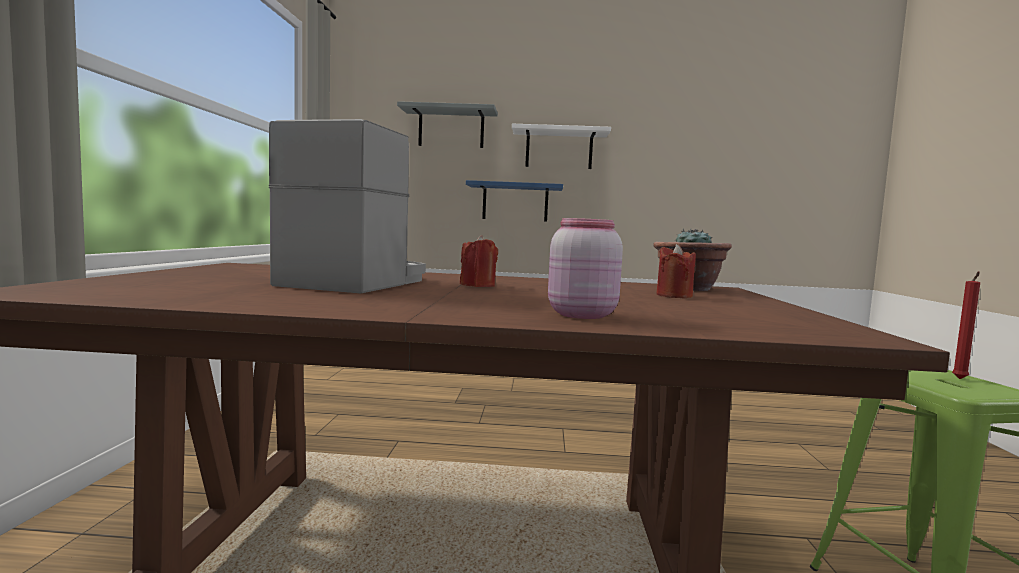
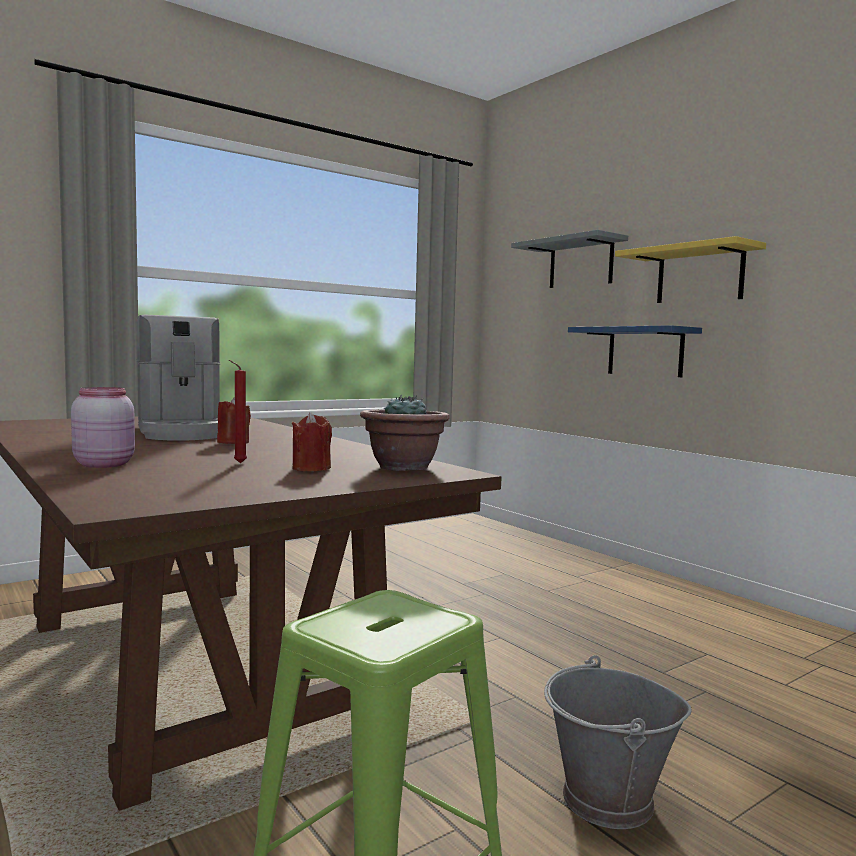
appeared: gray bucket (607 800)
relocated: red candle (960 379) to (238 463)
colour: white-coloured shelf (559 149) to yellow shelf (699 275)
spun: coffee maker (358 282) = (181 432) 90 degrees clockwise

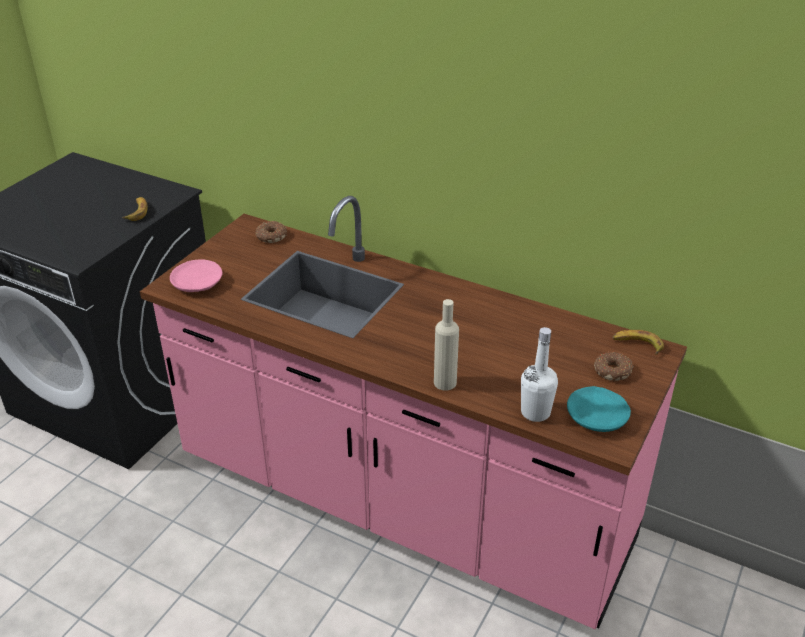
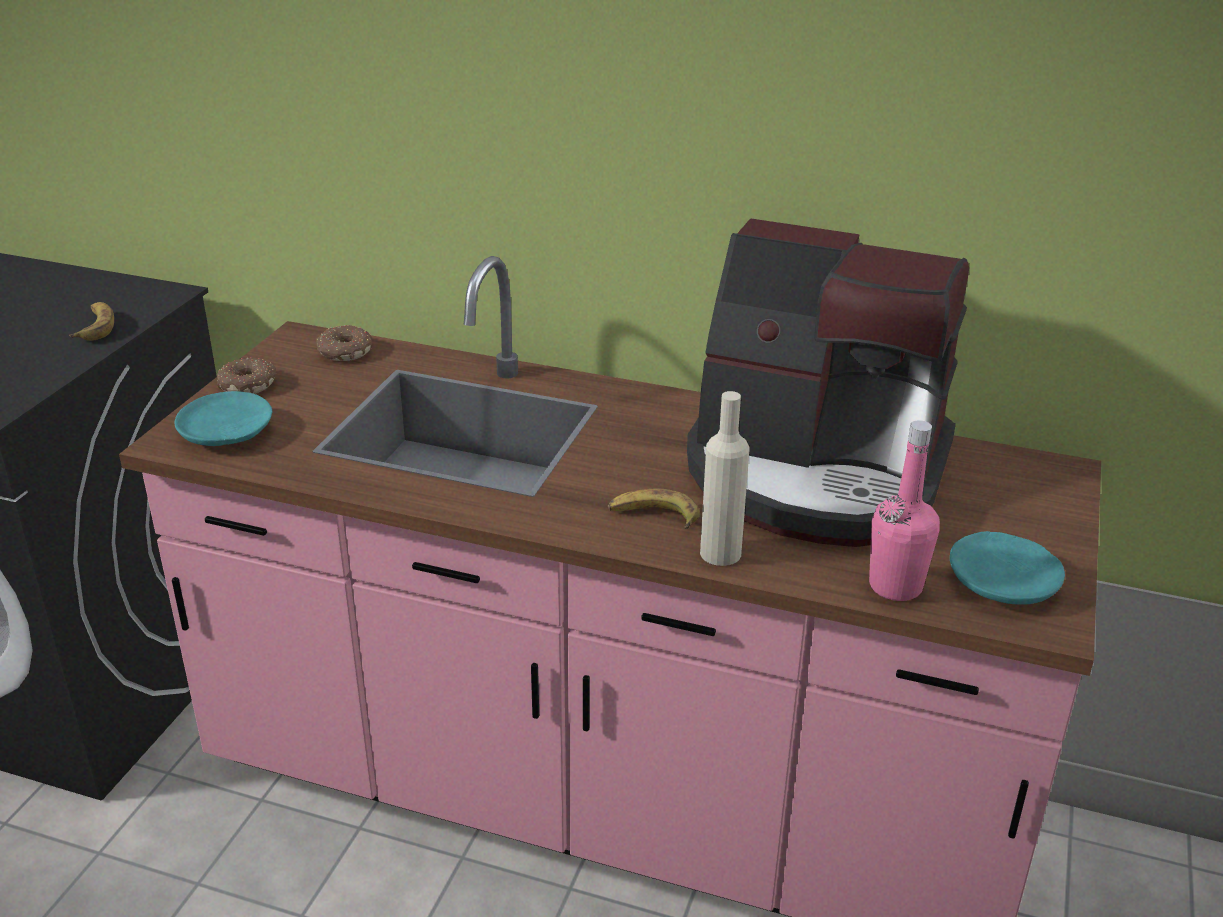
appeared: coffee maker (816 473)
relocated: donut (612 370) to (248 384); whole banana (637 345) to (653 516)
colour: pink dinner plate (197 283) to turquoise-coloured dinner plate (226 433); white-coloured drink bottle (535 412) to pink drink bottle (895 586)

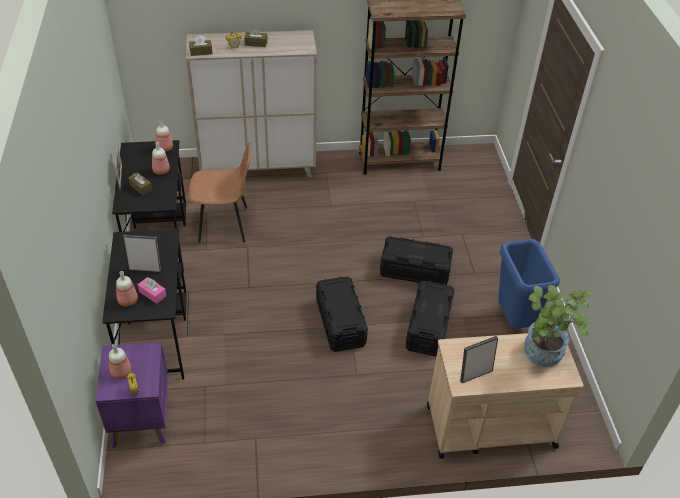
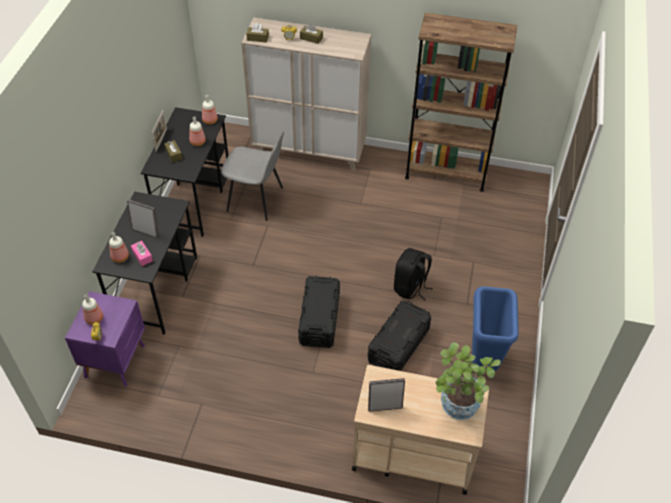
exchanged: blackish storage bin (415 271) to blackish rucksack (410 287)
colour: brown-coloured chair (225 224) to gray chair (256 200)

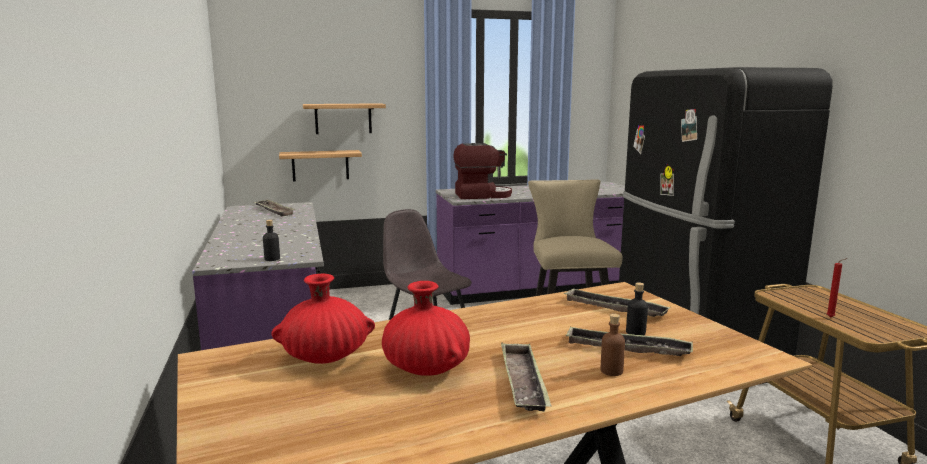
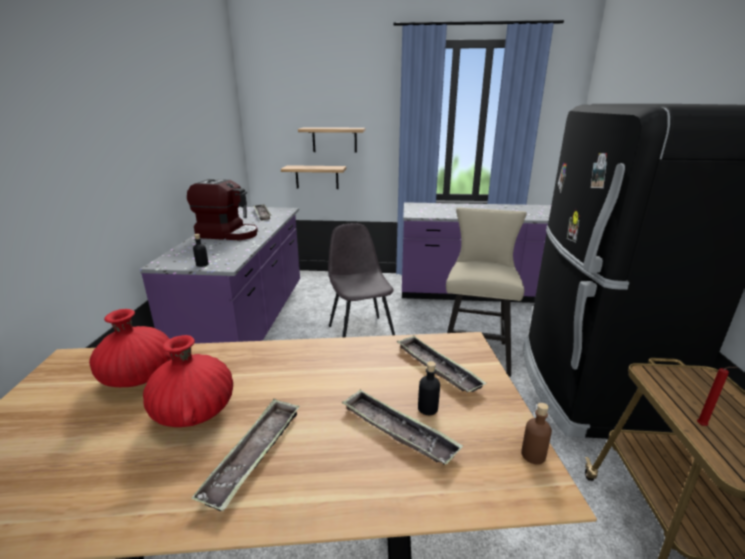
relocated: coffee maker (482 195) to (228 234); brown-coloured drink bottle (611 371) to (533 455)

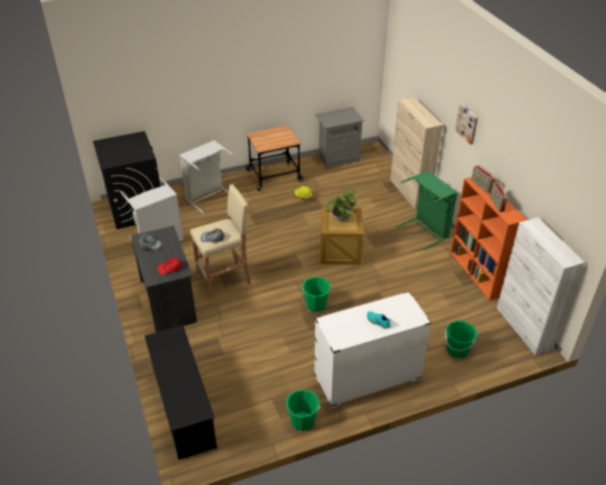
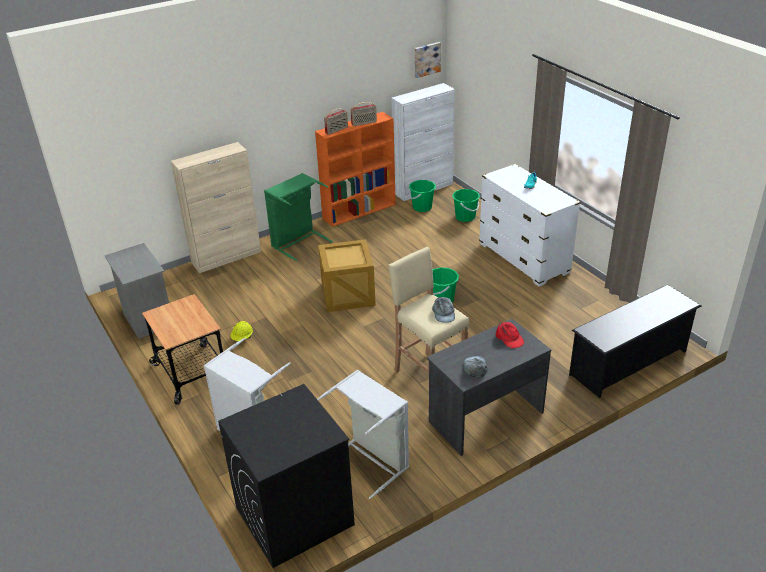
missing: potted plant (340 218)
relocated: green-coloured bucket (302 421) to (422 207); picture (467 123) to (426 59)

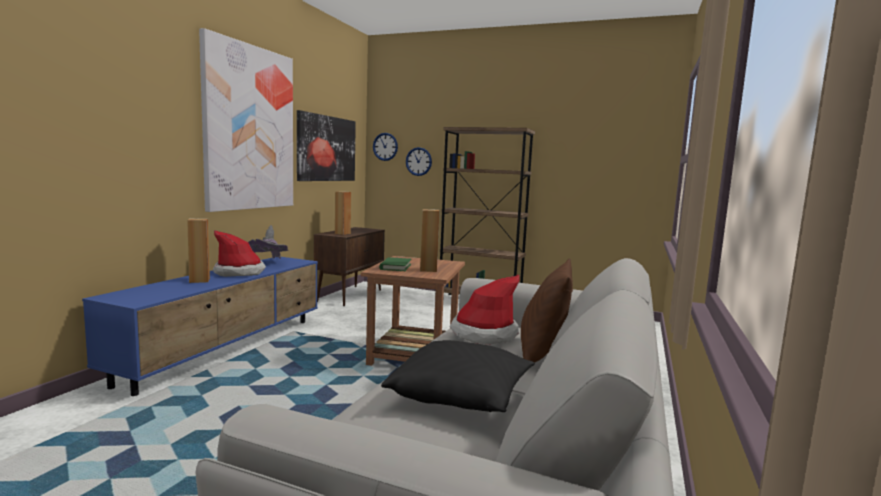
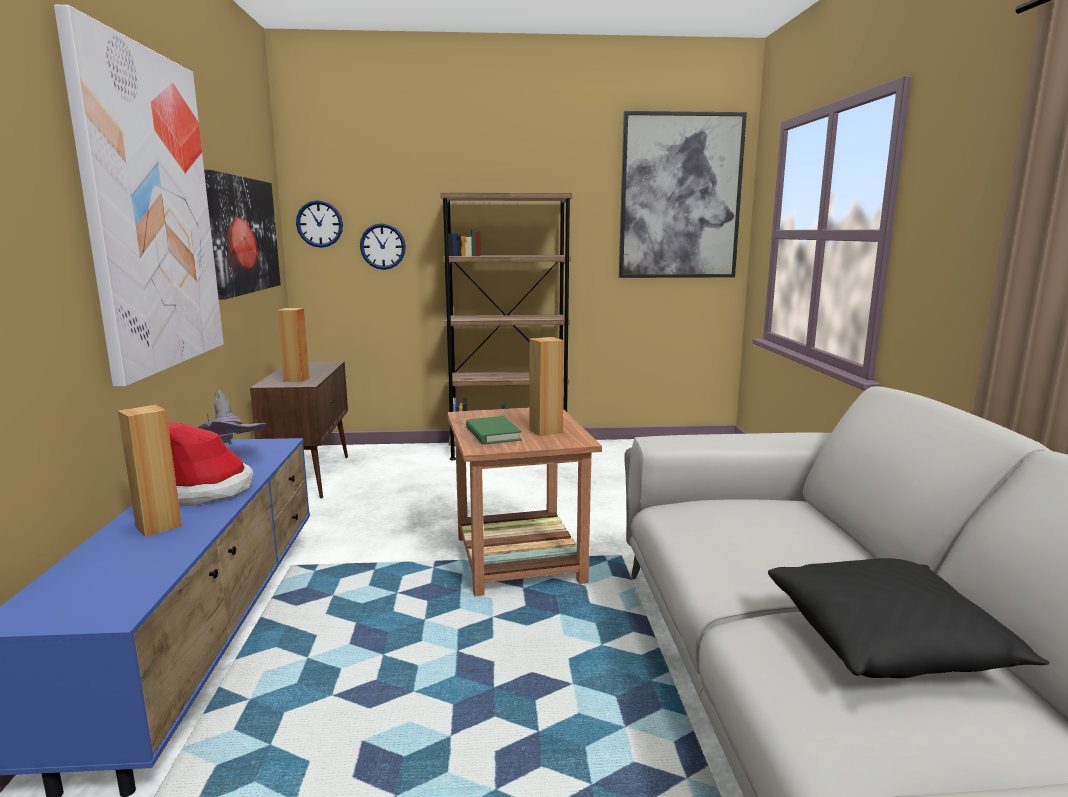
missing: wearable hat (484 334); brown-coloured cushion (542 353)
appeared: picture (680 197)

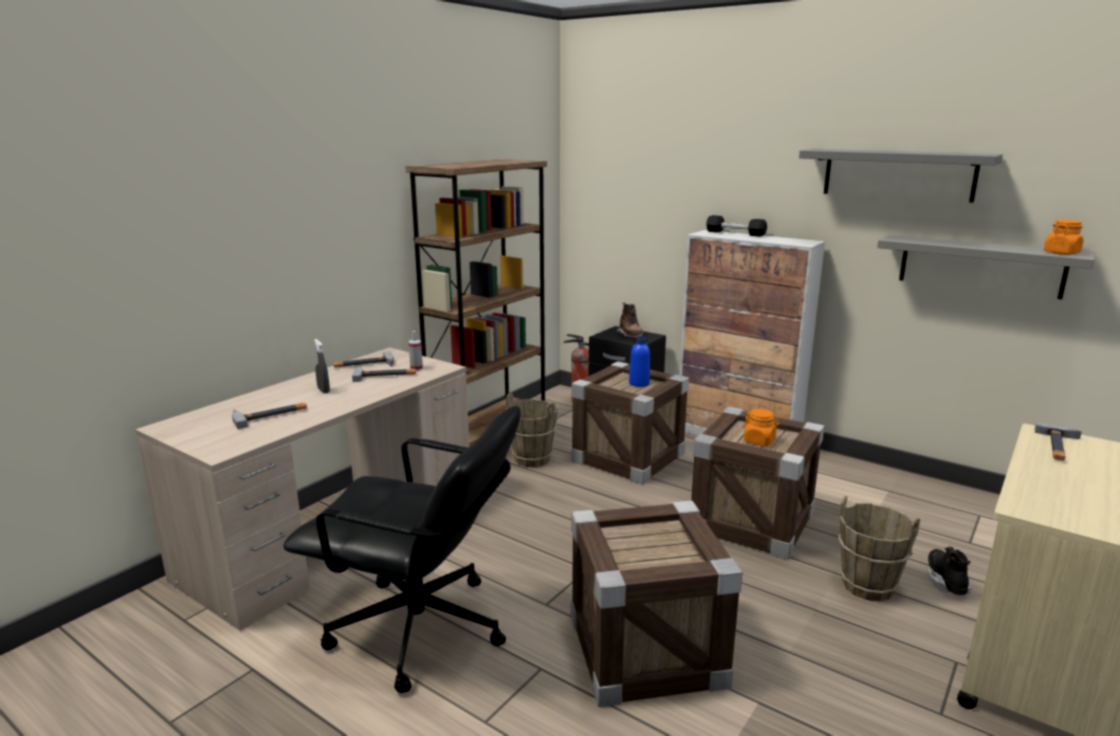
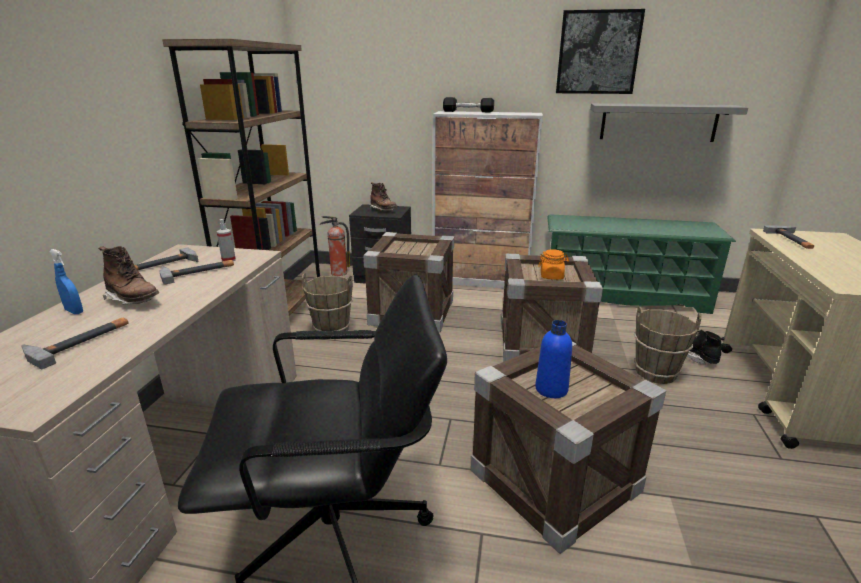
missing: orange-coloured jar (1061 253)
appeared: blue-coloured spray bottle (74 311); green-coloured shoe stand (623 296)
relocated: blue-coloured drink bottle (639 383) to (551 389)
exchanged: gray spray bottle (323 390) to brown-coloured tall boot (134 300); gray shelf (898 174) to picture (598 53)

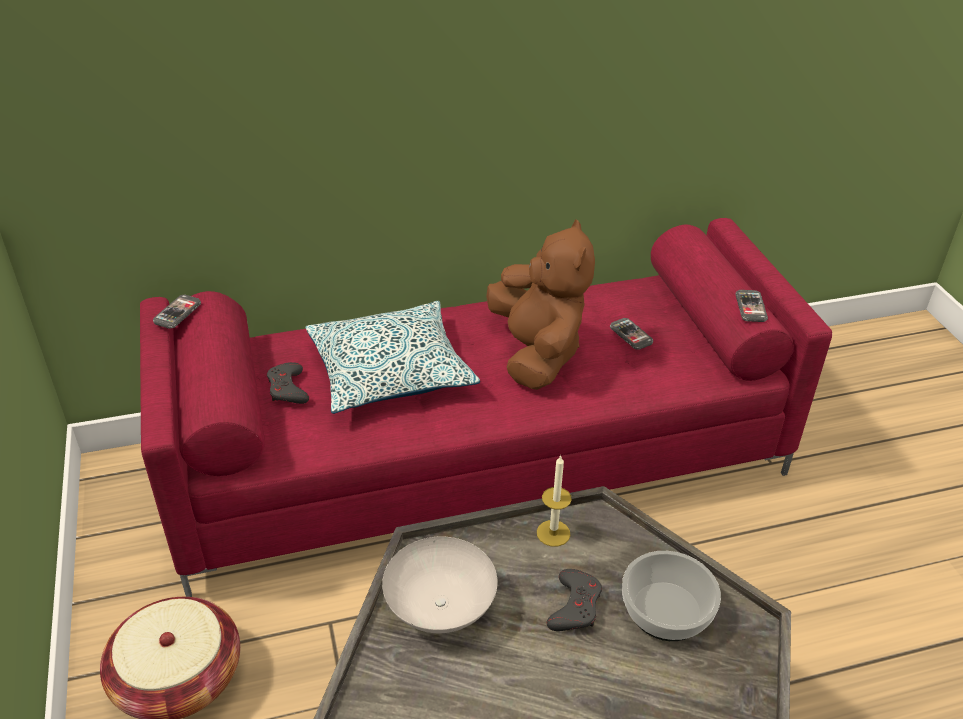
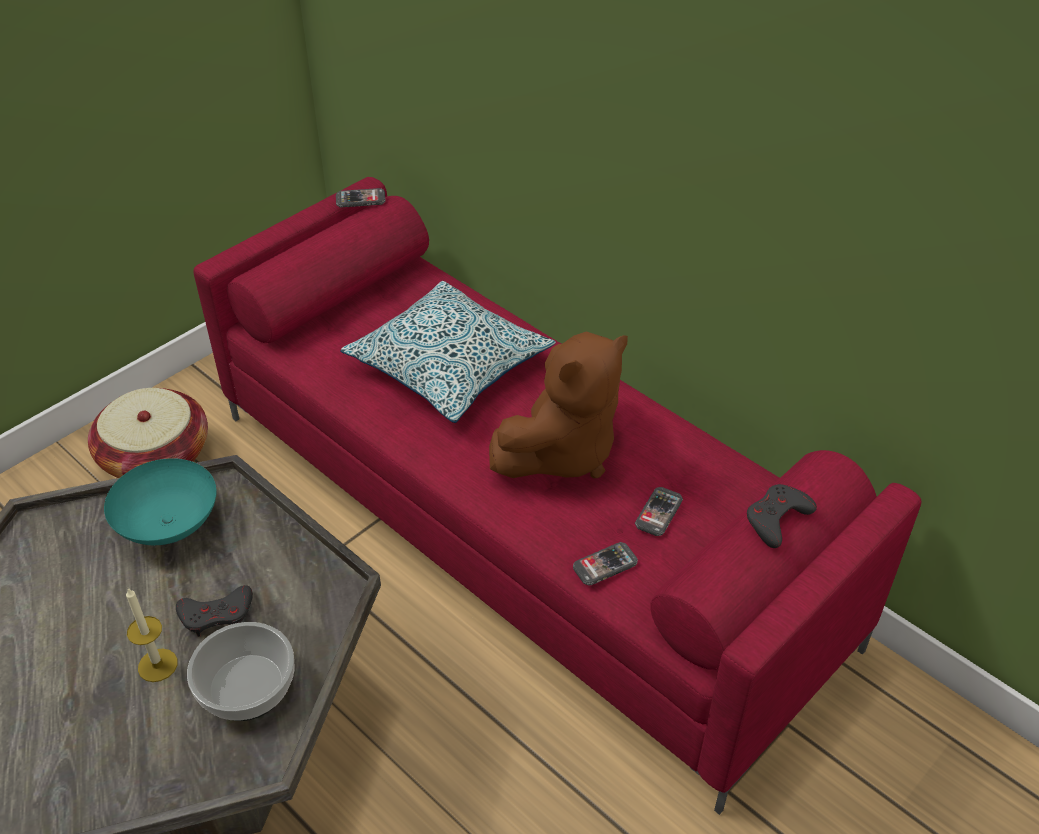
relocated: candle (553 533) to (157 665); phone (750 307) to (605 565); gray joypad (288 388) to (777 519)
colour: white-coloured deep dish (441 606) to turquoise-coloured deep dish (171 525)

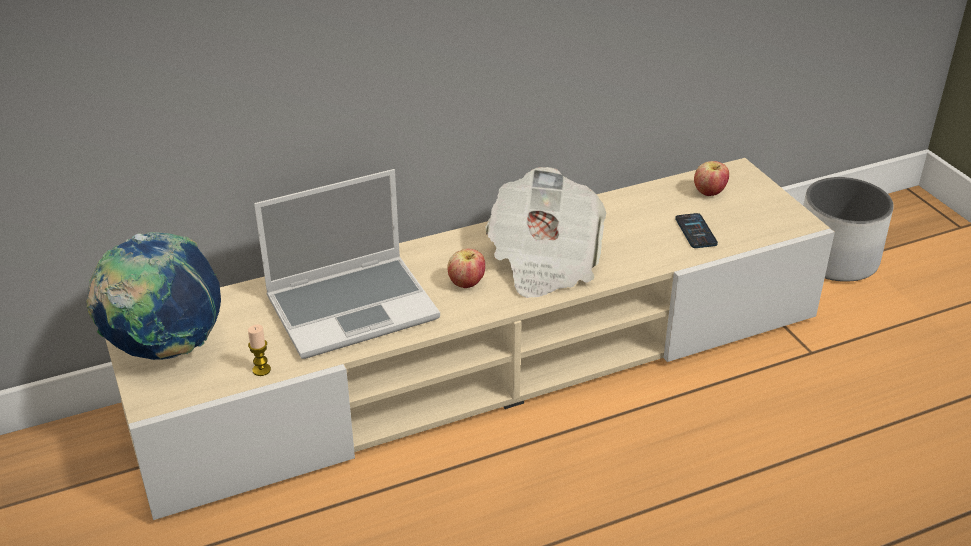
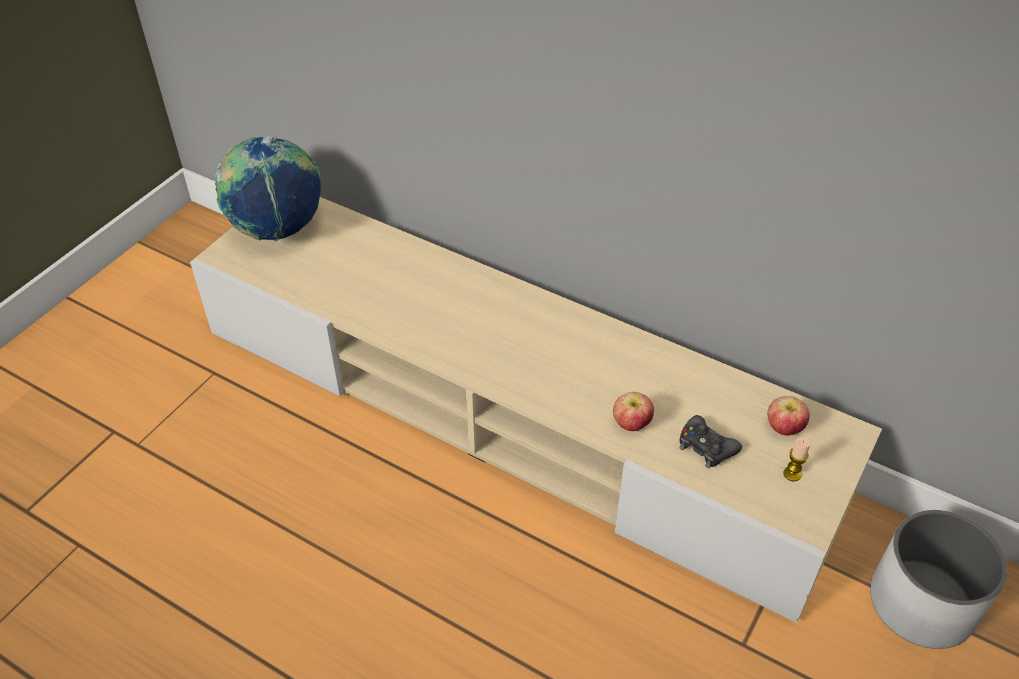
missing: laptop (353 307); printed paper (544 261)
relocated: apple (466 283) to (631 424); candle (261 370) to (792 474)
exchanged: phone (696 231) to blackish joypad (706 447)

